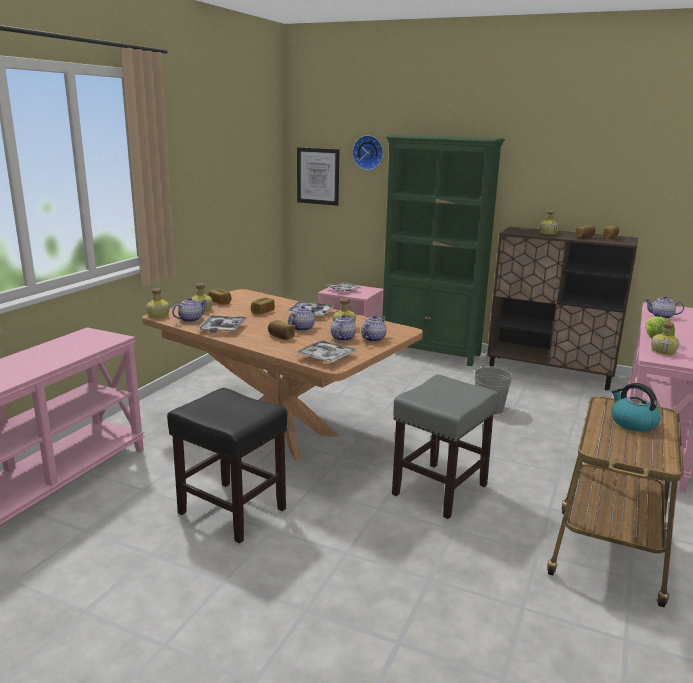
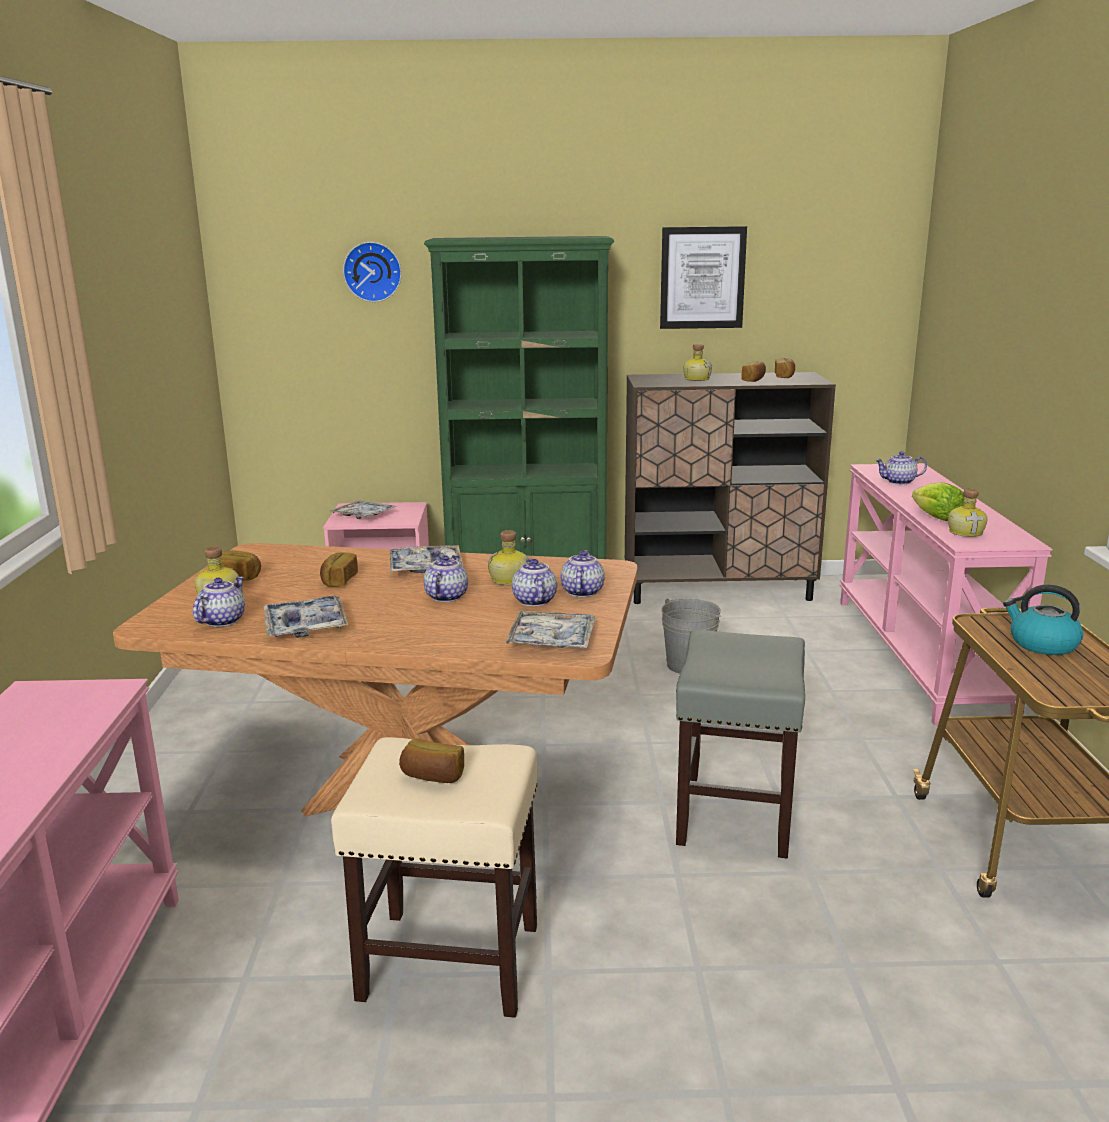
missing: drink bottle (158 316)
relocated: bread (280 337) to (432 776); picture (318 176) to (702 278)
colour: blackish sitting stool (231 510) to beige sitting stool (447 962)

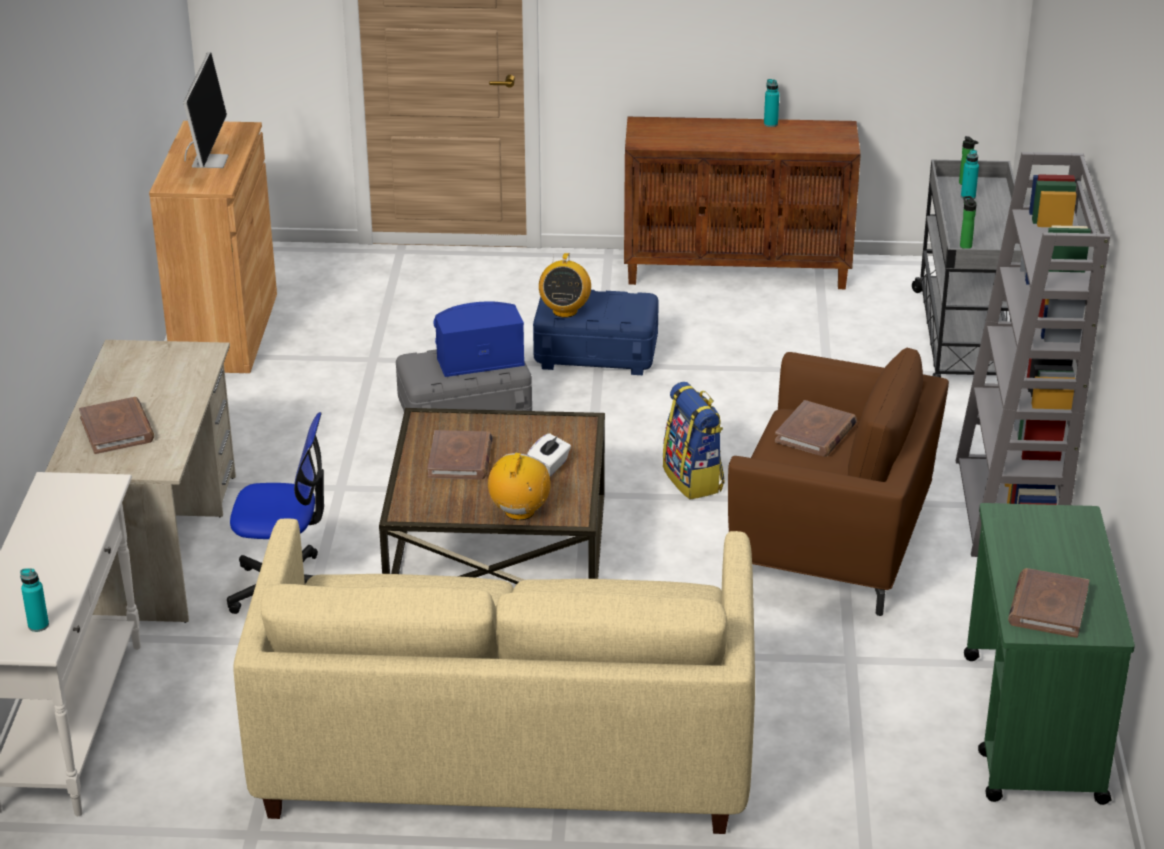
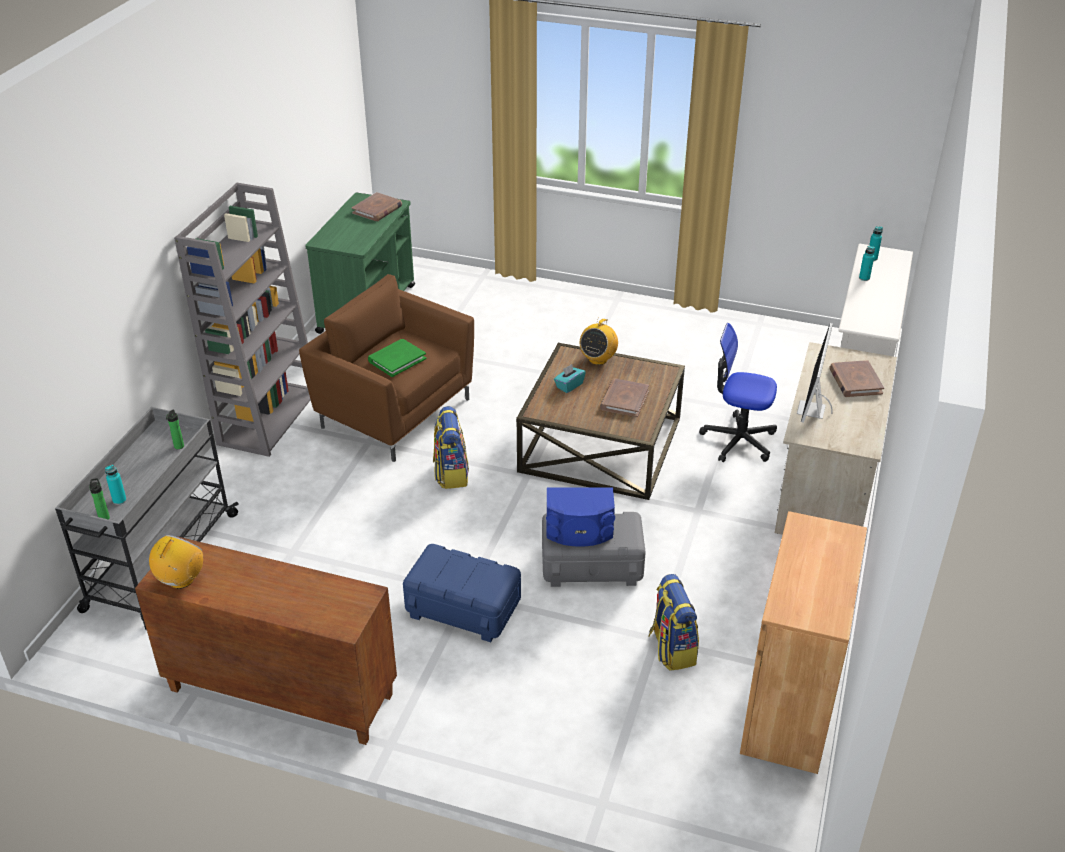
missing: beige settee (504 750)
appeared: rucksack (671 649)
relocated: radio set (565 311) to (181 580); monitor (209 160) to (811 410); turquoise-coloured drink bottle (770 124) to (864 278)
colour: brown-coloured bound book (815 433) to green-coloured bound book (397 360); white-coloured box of tissues (549 466) to turquoise-coloured box of tissues (569 385)

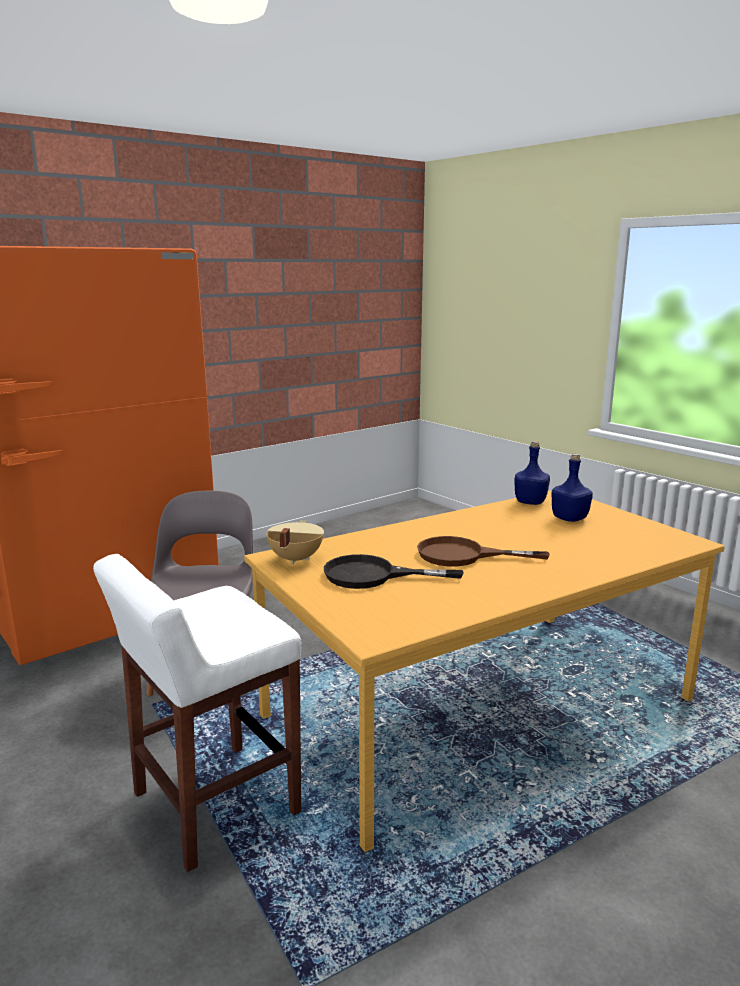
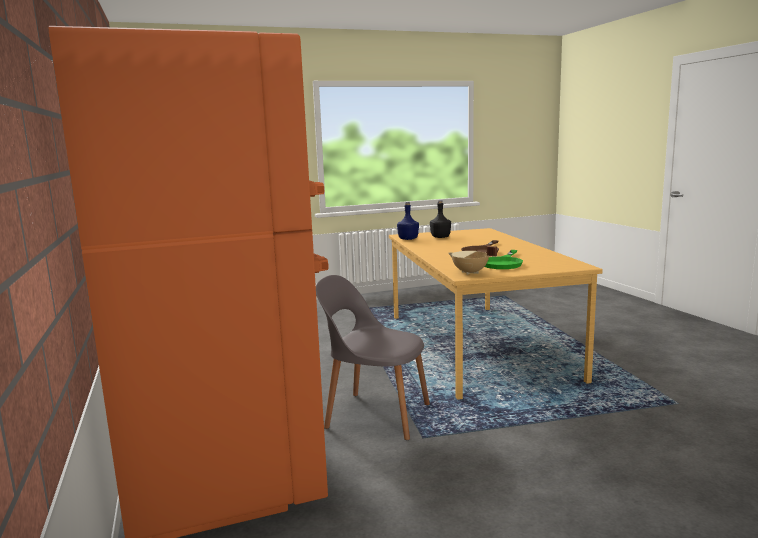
missing: white-coloured sitting stool (213 804)
colour: blue-coloured drink bottle (570 518) to blackish drink bottle (440 237); blackish pan (373 575) to green-coloured pan (503 263)

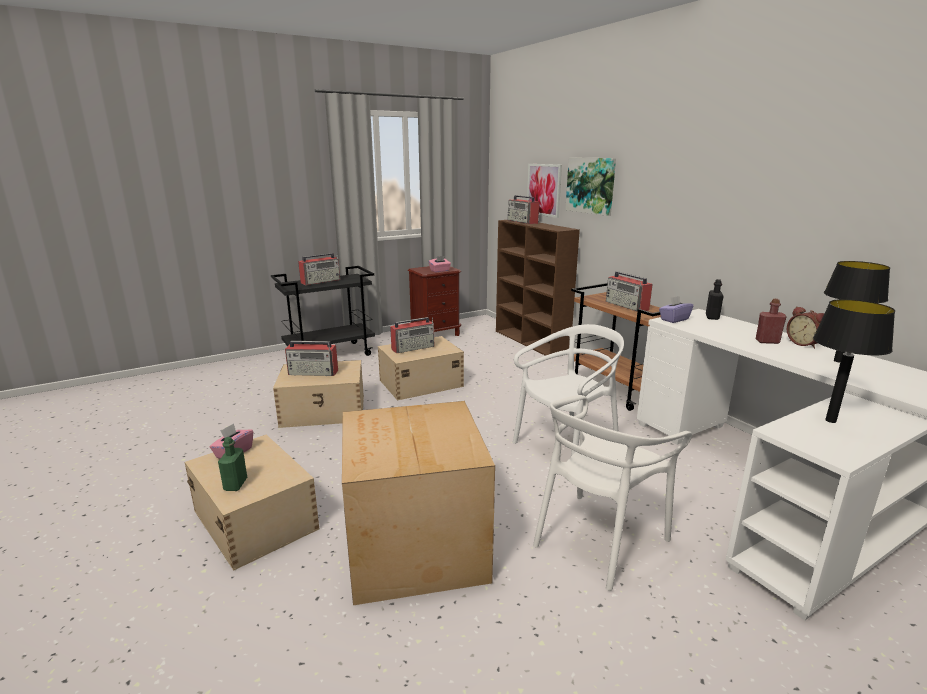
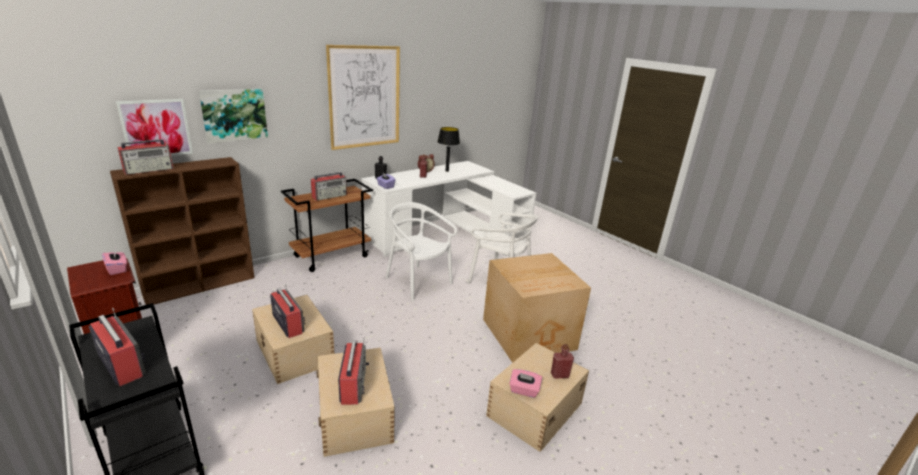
missing: blackish tabletop lamp (831 420)
appeared: picture (365 97)
colour: green-coloured drink bottle (235 484) to red drink bottle (559 375)

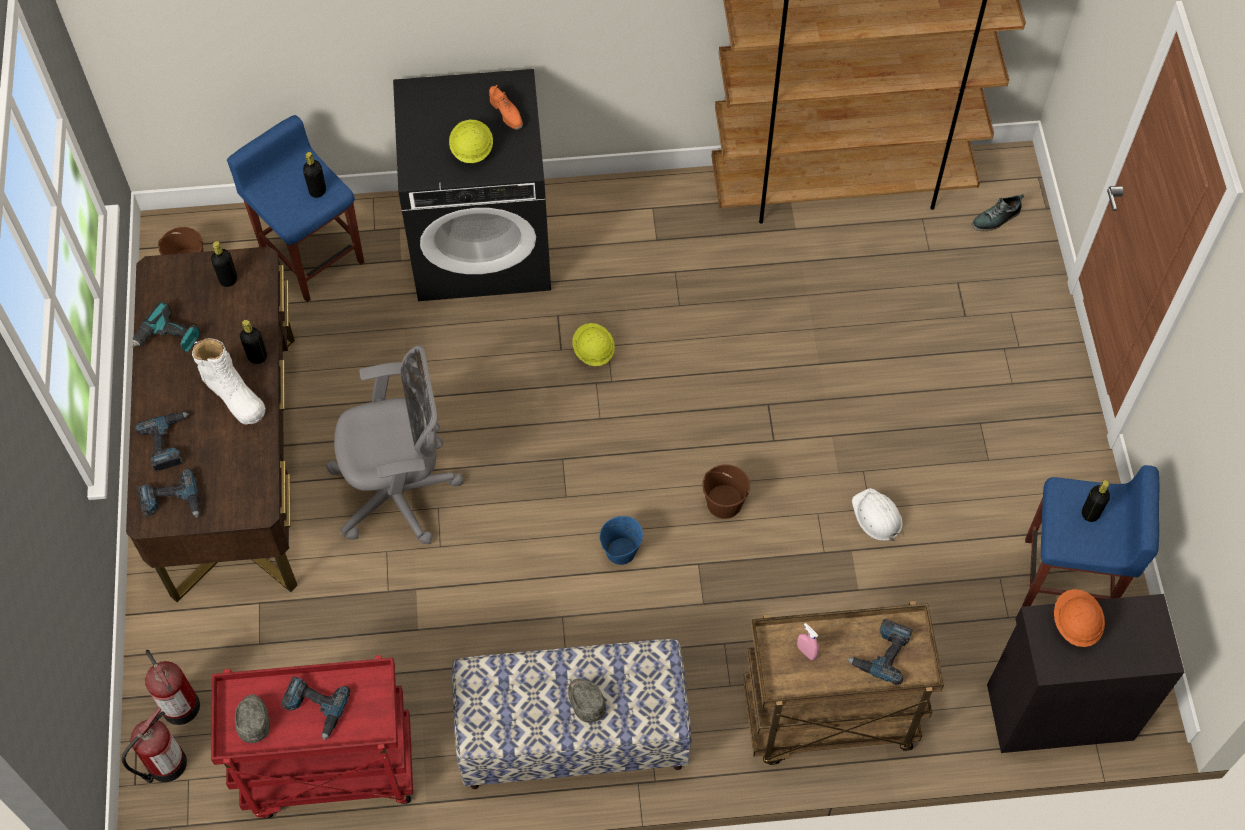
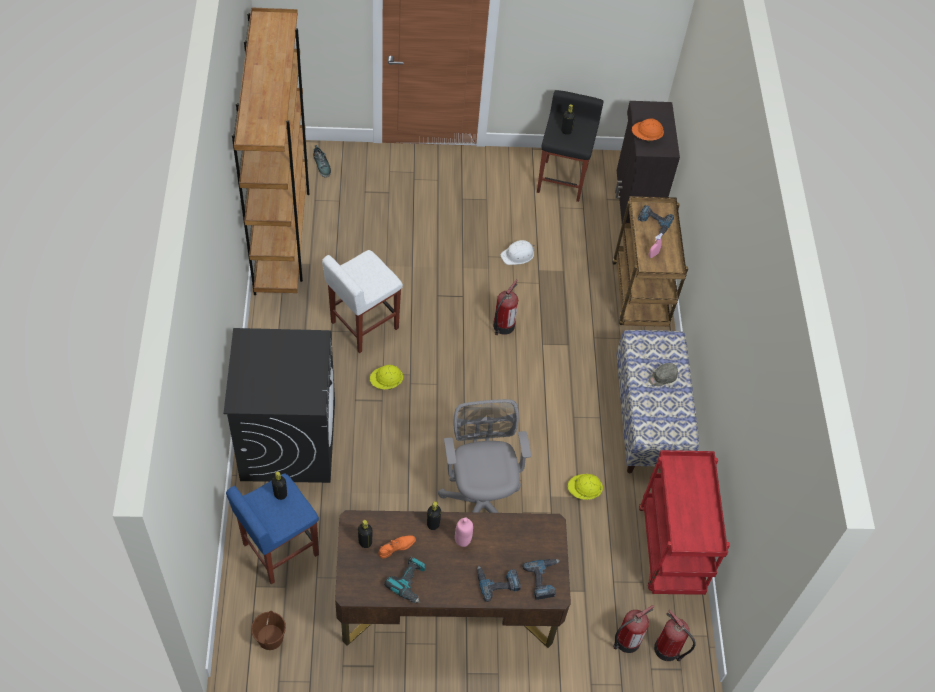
missing: gray cap (253 719); electric drill (314 708); blue-coloured bucket (620 552)
appeared: white-coloured sitting stool (363 325)
relocated: orange-coloured low shoe (507 114) to (396 547); yellow work helmet (471 150) to (583 491)
exchanged: white-coloured tall boot (233 395) to pink drink bottle (462 540); brown-coloured bucket (723 502) to extinguisher (503 326)
colour: blue-coloured sitting stool (1067 579) to blackish sitting stool (562 180)

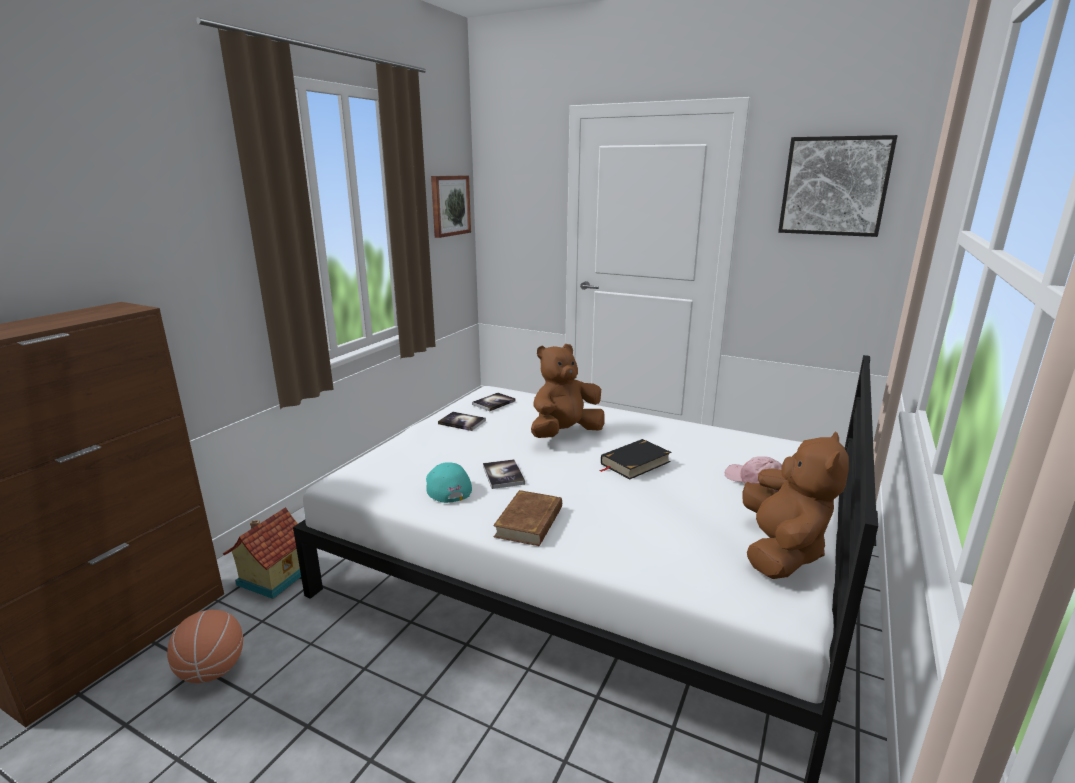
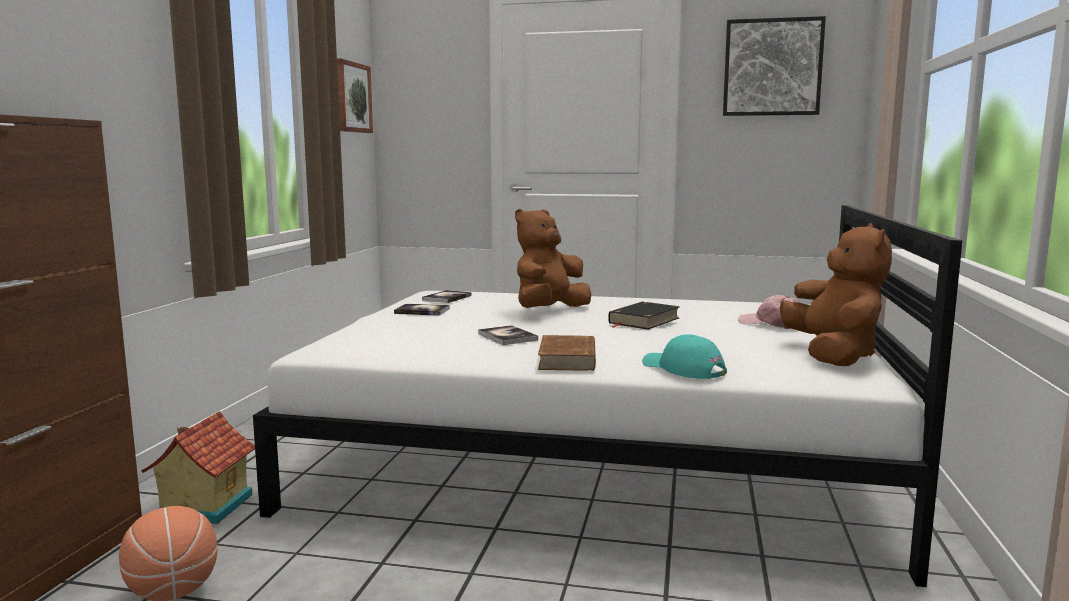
relocated: turquoise-coloured cap (446 487) to (682 369)

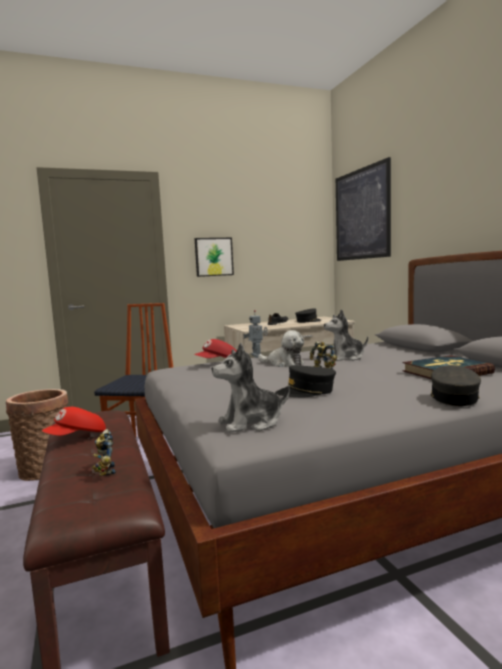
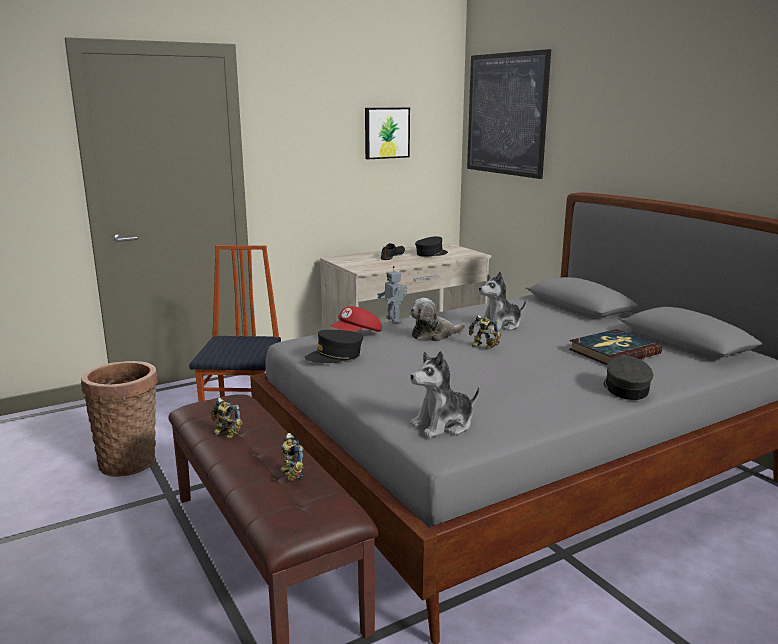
relocated: blackish cap (306 392) to (335 356); picture (213 257) to (386 133)
exchanged: red cap (77 437) to robot figure (225 434)
spun: cuddly toy (283 364) = (434 335) 135 degrees clockwise

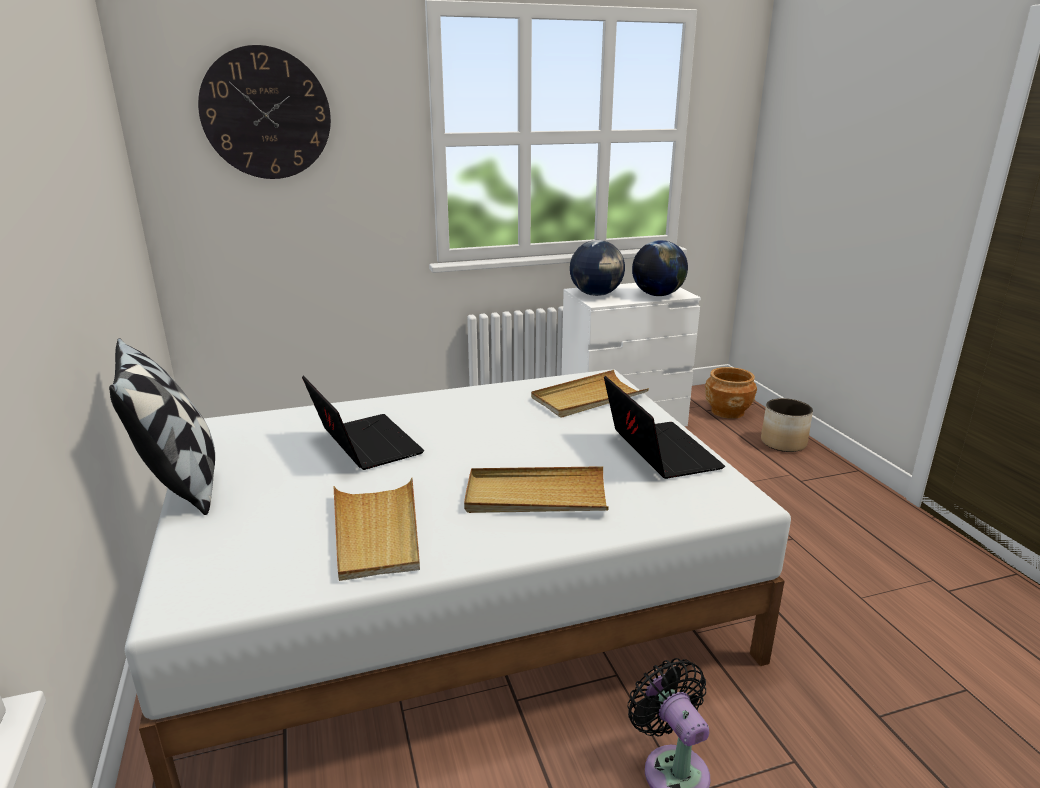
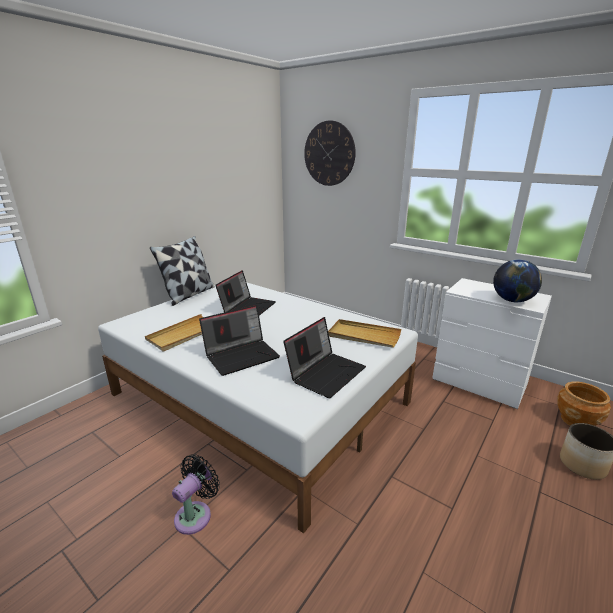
missing: desk globe (596 294)
exchanged: beige tray (535 496) to laptop (242 355)

